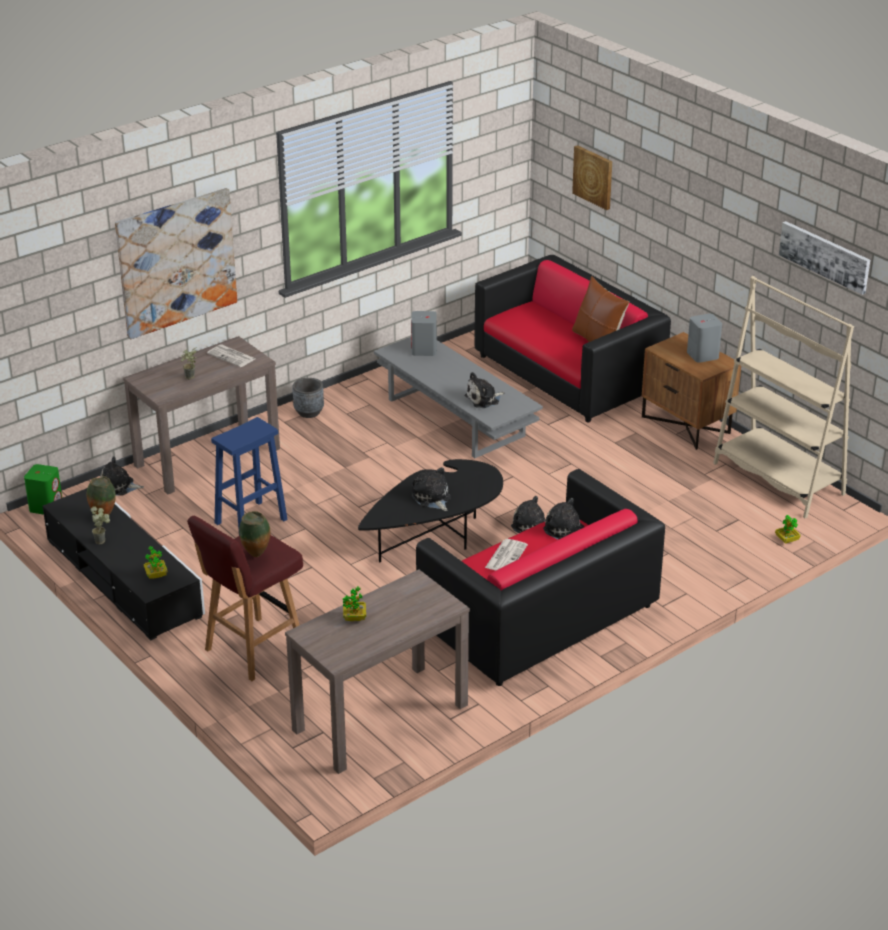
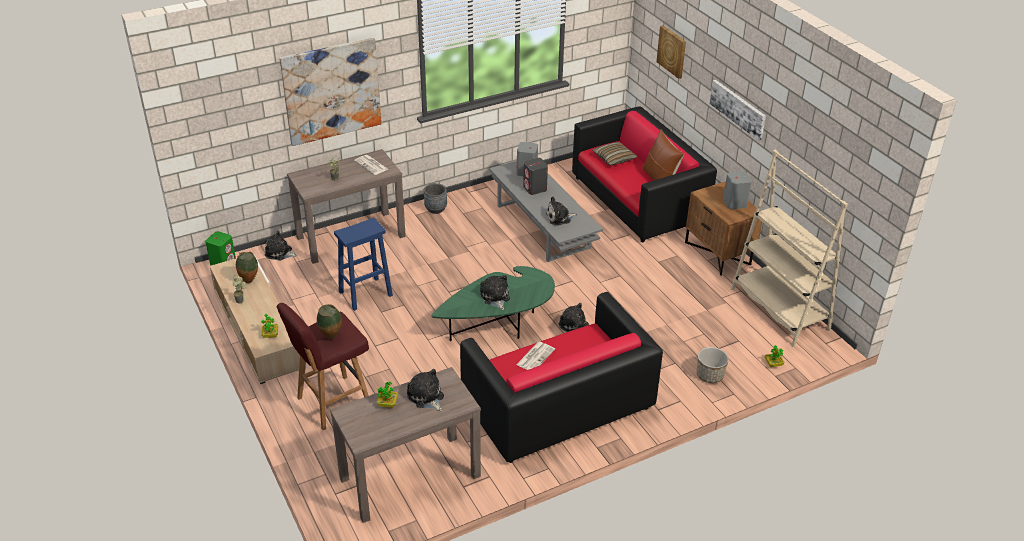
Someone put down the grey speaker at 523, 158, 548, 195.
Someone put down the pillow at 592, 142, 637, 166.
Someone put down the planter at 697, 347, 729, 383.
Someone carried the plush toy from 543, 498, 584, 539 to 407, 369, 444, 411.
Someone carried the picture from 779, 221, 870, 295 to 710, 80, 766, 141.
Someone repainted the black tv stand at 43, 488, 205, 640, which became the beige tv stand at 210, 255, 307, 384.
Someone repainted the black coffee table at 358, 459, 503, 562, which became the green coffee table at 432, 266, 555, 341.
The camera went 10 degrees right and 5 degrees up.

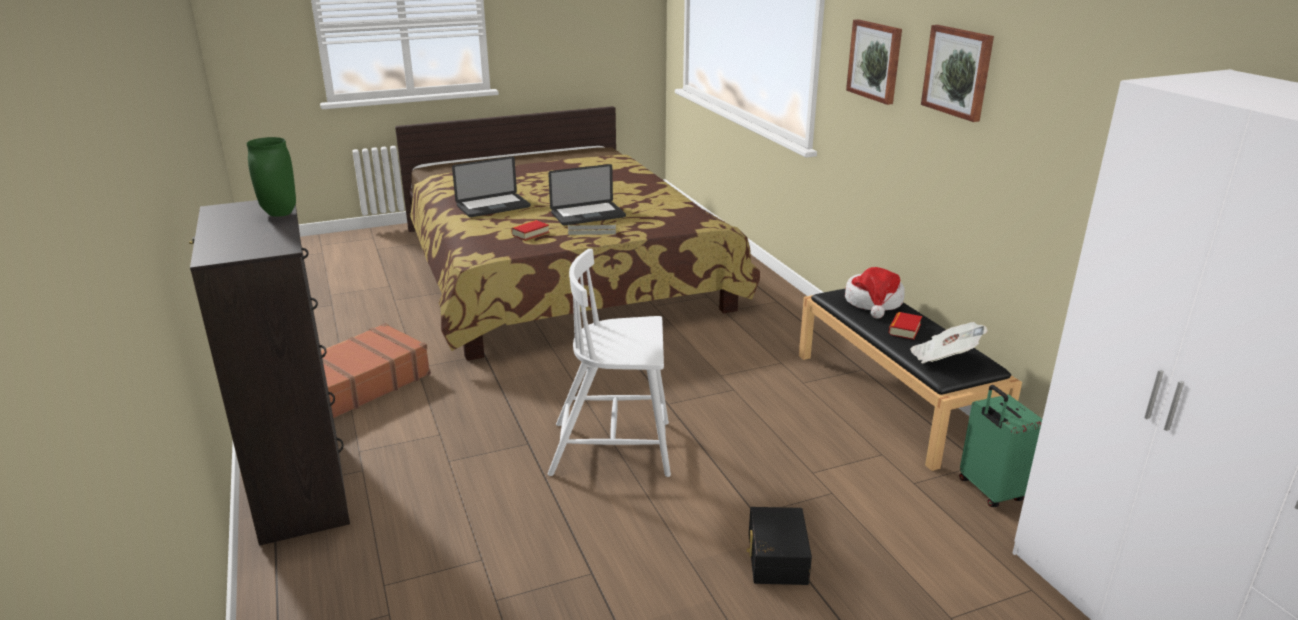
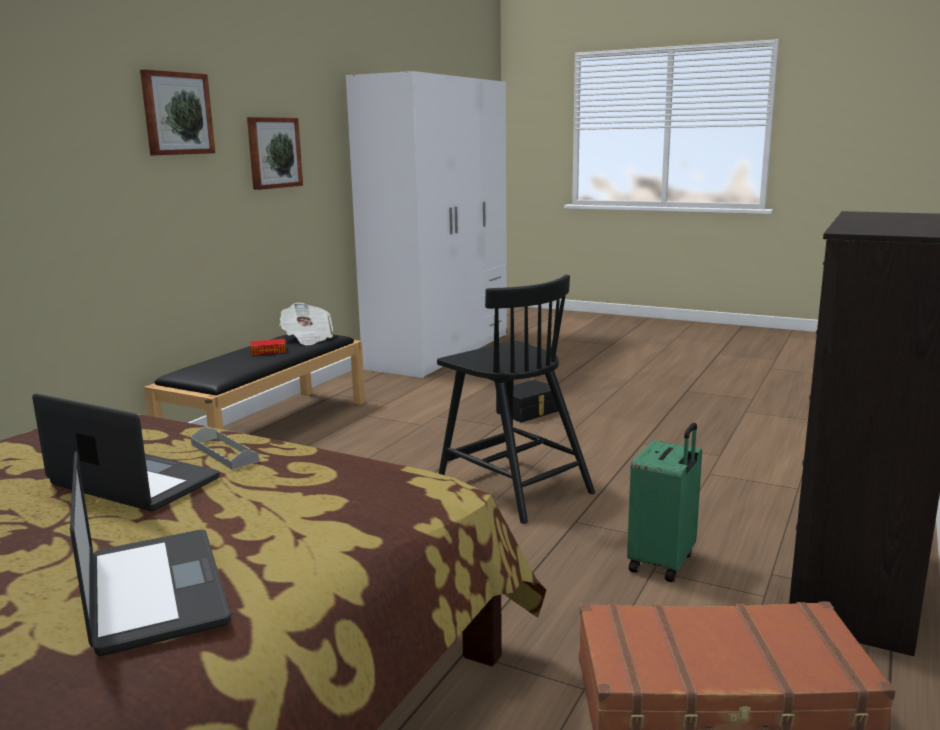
Someone took away the green vase at 246, 137, 296, 217.
Someone took away the book at 511, 220, 549, 241.
Someone took away the hat at 845, 267, 905, 319.
Someone carried the picture from 846, 19, 902, 105 to 247, 117, 303, 190.
Someone carried the green suitcase from 959, 385, 1042, 507 to 627, 423, 702, 582.
Someone repainted the white chair at 548, 249, 671, 477, which became the black chair at 437, 275, 595, 524.
Someone rotated the laptop at 452, 156, 531, 217 by 45 degrees clockwise.
The camera went 130 degrees left and 10 degrees down.

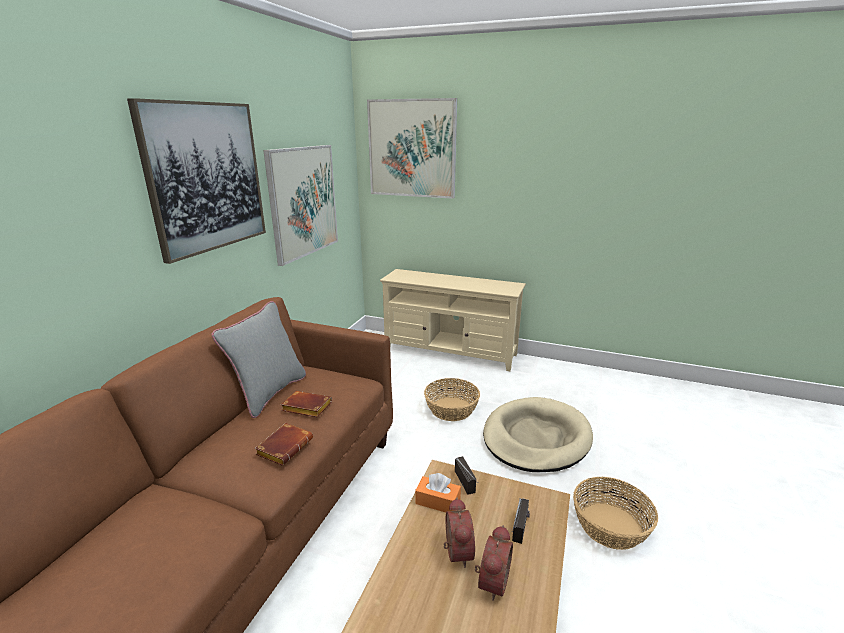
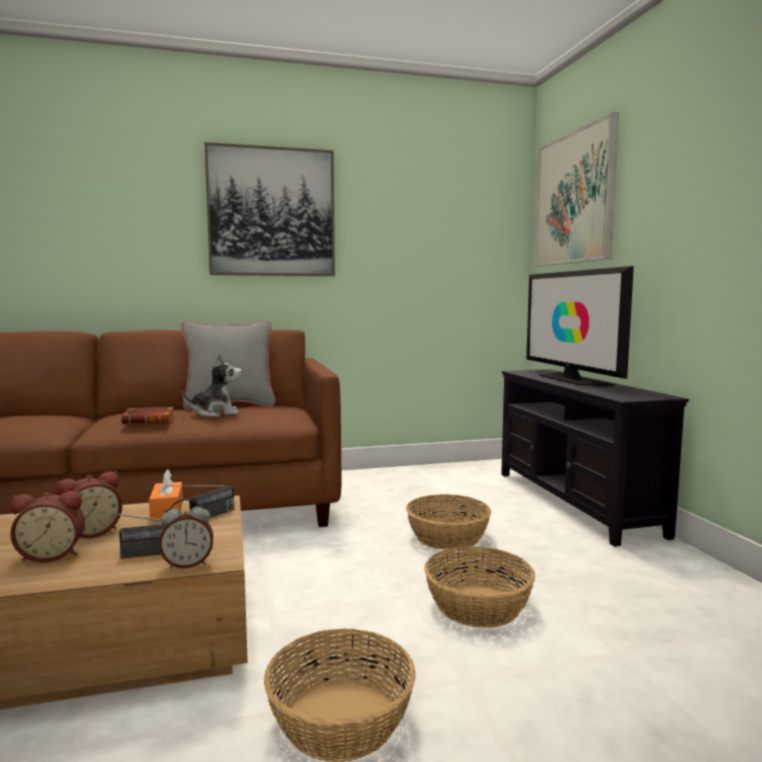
Someone took away the picture at 263, 145, 338, 266.
Someone put down the alarm clock at 159, 498, 213, 569.
Someone put down the television at 526, 266, 634, 386.
Someone swapped the brown book at 281, 391, 332, 417 for the plush toy at 182, 354, 242, 417.
Someone swapped the beige dog bed at 483, 397, 593, 472 for the basket at 424, 546, 535, 628.
Someone repainted the beige tv stand at 380, 269, 526, 371, which became the black tv stand at 502, 369, 689, 547.
The camera went 55 degrees right and 15 degrees down.

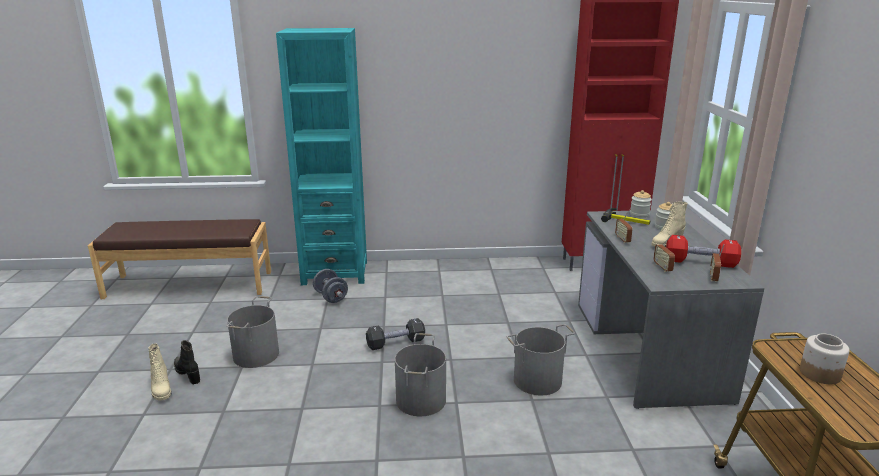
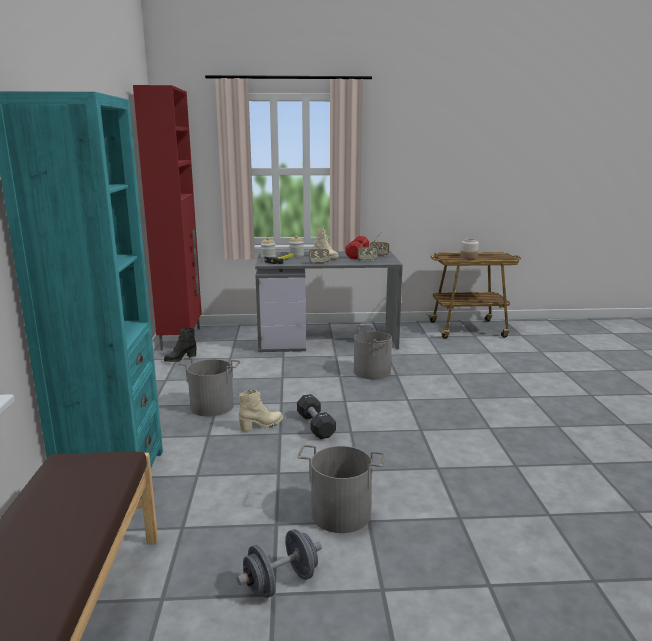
Someone carried the beige boot from 149, 343, 172, 401 to 239, 390, 283, 431.
Someone carried the black boot from 174, 340, 200, 384 to 164, 328, 197, 362.
Someone carried the grey dumbbell from 313, 269, 348, 303 to 237, 529, 322, 598.
Someone carried the grey bucket from 395, 333, 446, 416 to 177, 358, 240, 416.
The camera went 90 degrees left and 5 degrees down.

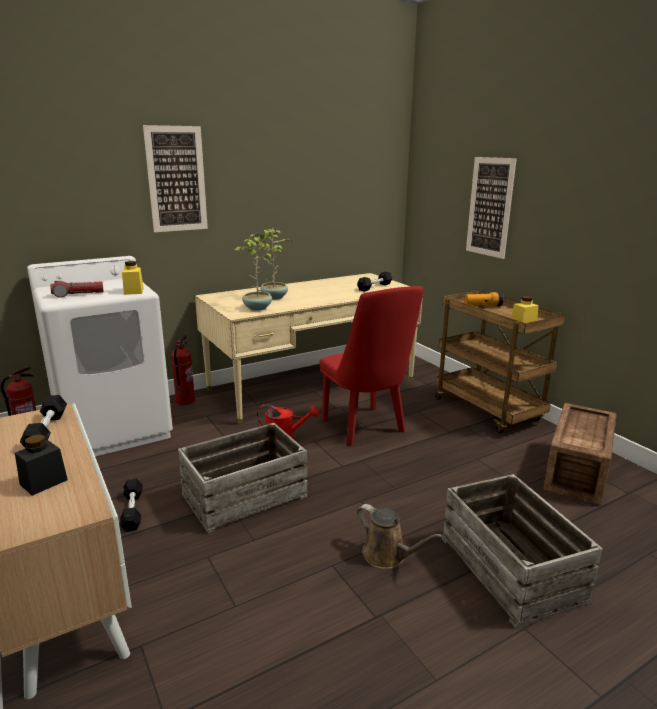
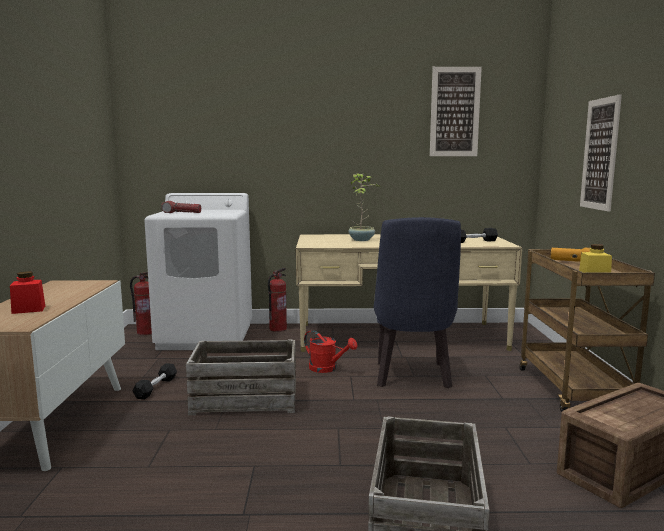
Someone took away the black dumbbell at 20, 395, 67, 447.
Someone took away the yellow jar at 122, 261, 144, 295.
Someone took away the potted plant at 233, 234, 272, 311.
Someone took away the brown watering can at 357, 504, 443, 569.
Someone carried the picture from 143, 125, 208, 232 to 430, 67, 482, 156.
Someone repainted the black jar at 15, 434, 68, 496, which became the red jar at 10, 271, 45, 314.
Someone repainted the red chair at 319, 286, 423, 446, which became the blue chair at 374, 217, 461, 388.
The camera went 30 degrees right and 10 degrees down.

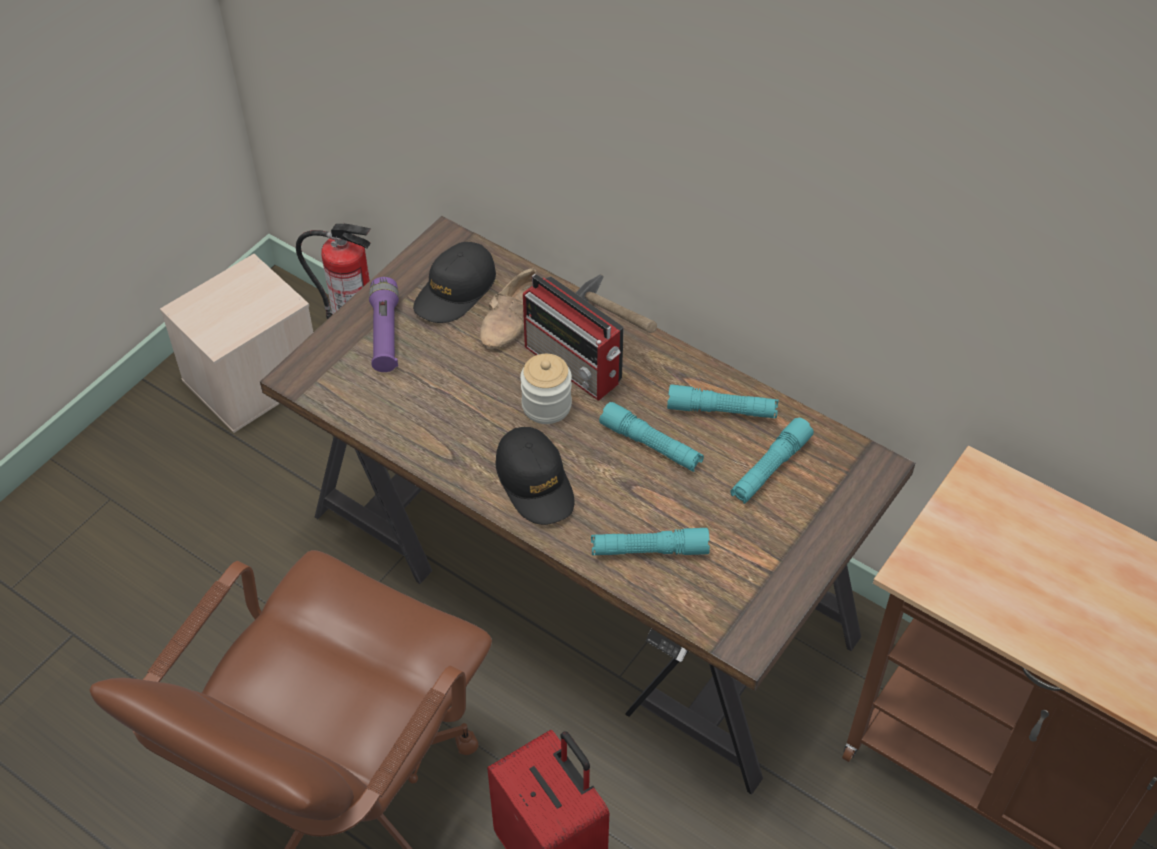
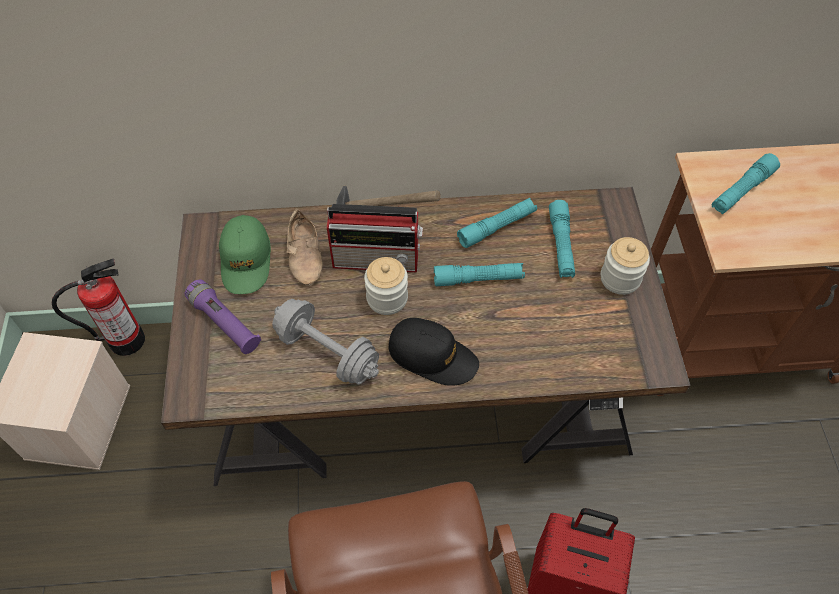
Someone put down the grey dumbbell at 272, 299, 379, 384.
Someone put down the jar at 601, 237, 650, 295.
Someone carried the turquoise flashlight from 591, 528, 710, 555 to 712, 153, 780, 214.
Someone repainted the black cap at 413, 242, 496, 323, which became the green cap at 219, 215, 271, 294.
The camera went 40 degrees left and 5 degrees up.

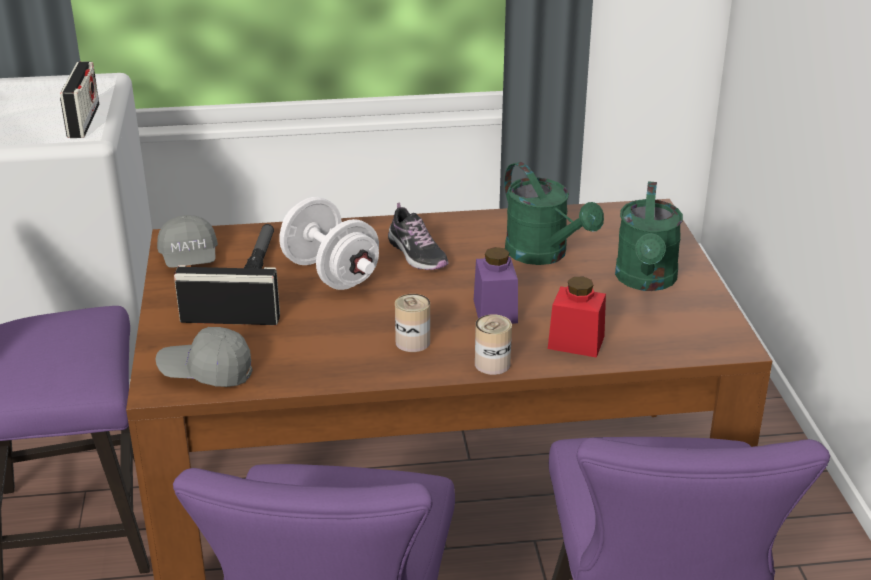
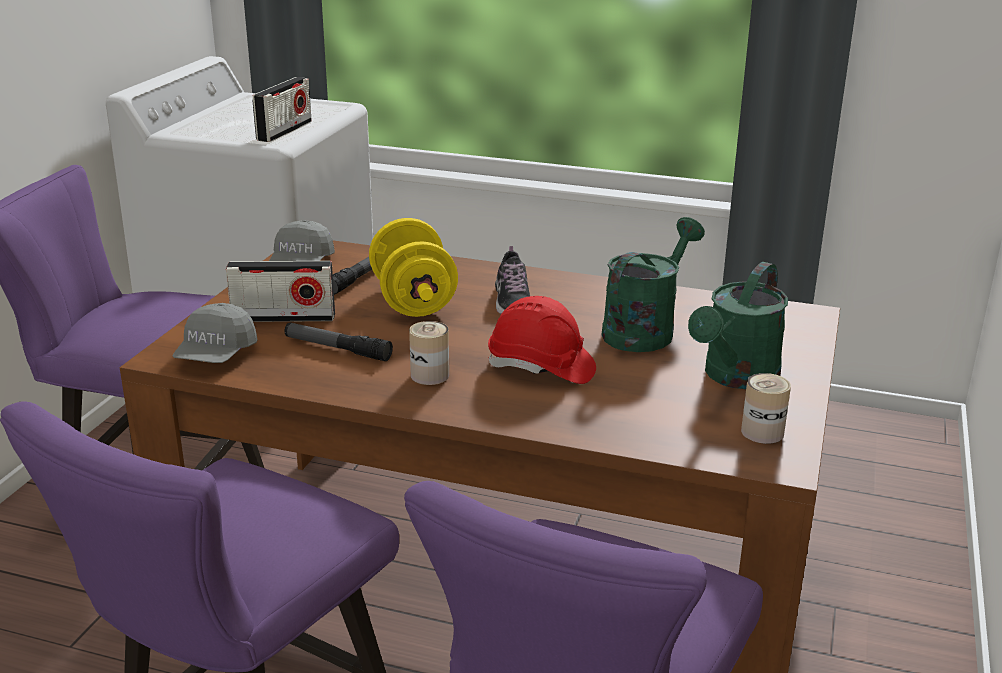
Someone took away the red jar at 548, 277, 606, 358.
Someone put down the flashlight at 285, 323, 393, 361.
Someone carried the can from 475, 314, 512, 375 to 741, 373, 791, 444.
Someone swapped the purple jar at 474, 247, 518, 324 for the red hard hat at 487, 296, 596, 384.
Someone repainted the white dumbbell at 280, 197, 379, 290, which became the yellow dumbbell at 369, 218, 458, 317.
Someone rotated the grey cap at 155, 327, 252, 387 by 105 degrees counterclockwise.
Someone rotated the radio at 174, 265, 280, 325 by 150 degrees clockwise.
Someone rotated the green watering can at 504, 162, 604, 265 by 135 degrees counterclockwise.
The camera went 25 degrees right and 5 degrees down.

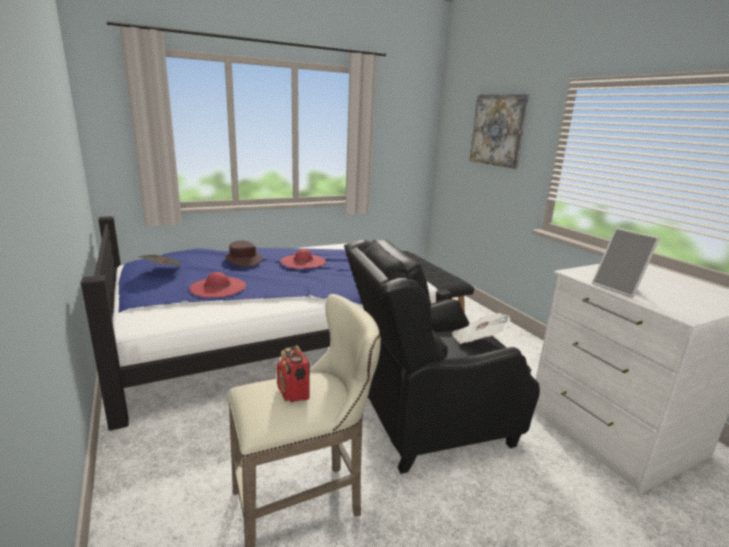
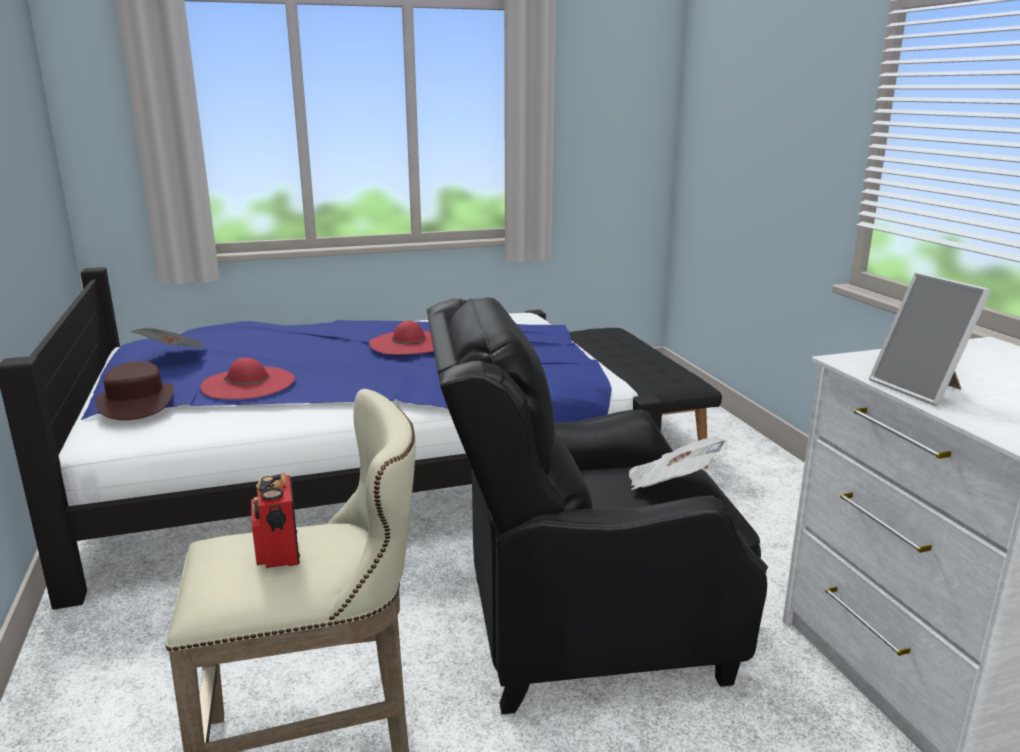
Someone took away the picture at 469, 94, 529, 169.
Someone carried the brown hat from 225, 241, 262, 267 to 96, 361, 173, 420.
The camera went 10 degrees right and 0 degrees up.

